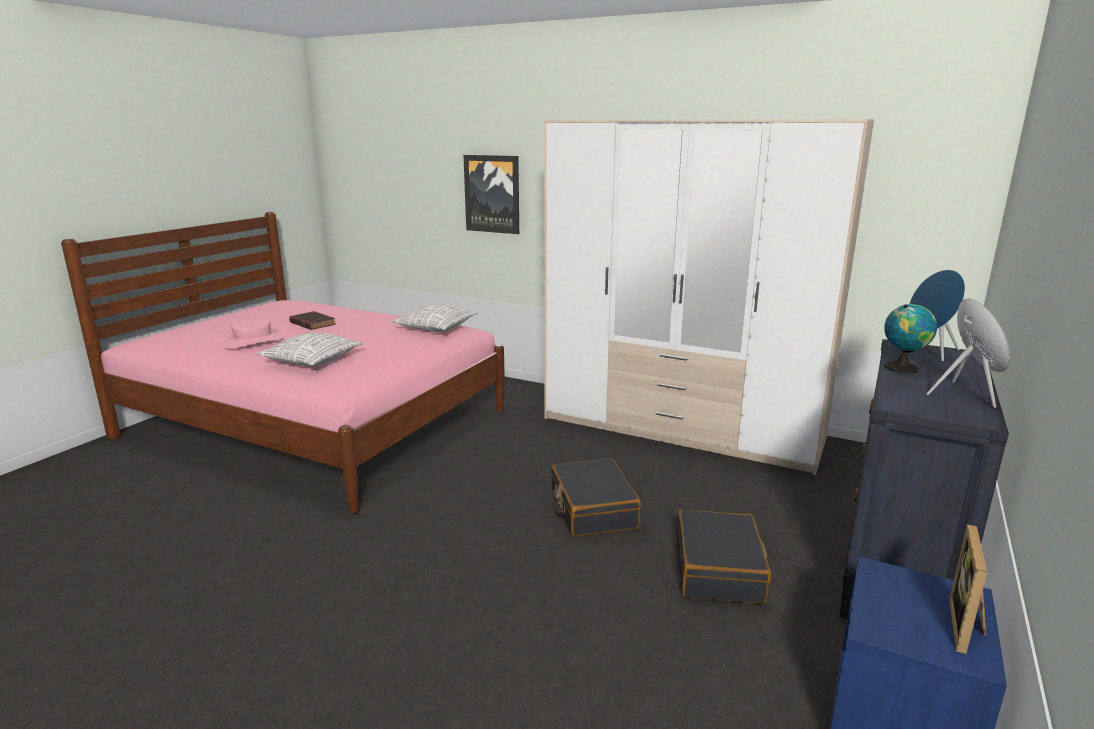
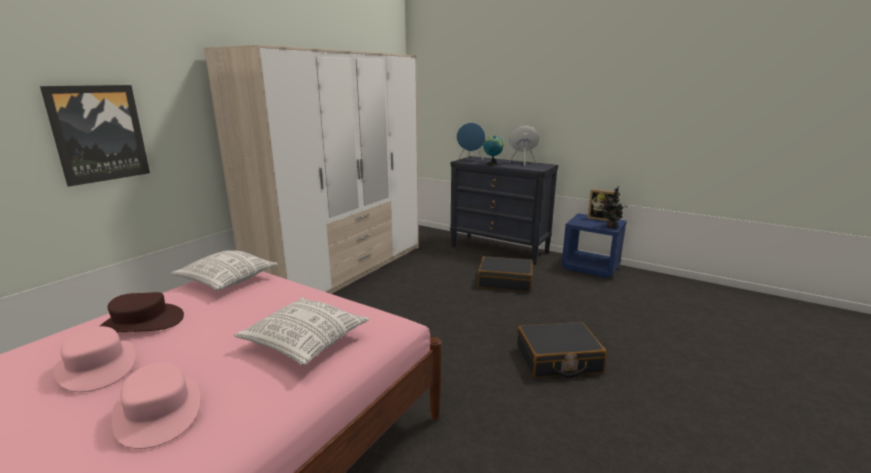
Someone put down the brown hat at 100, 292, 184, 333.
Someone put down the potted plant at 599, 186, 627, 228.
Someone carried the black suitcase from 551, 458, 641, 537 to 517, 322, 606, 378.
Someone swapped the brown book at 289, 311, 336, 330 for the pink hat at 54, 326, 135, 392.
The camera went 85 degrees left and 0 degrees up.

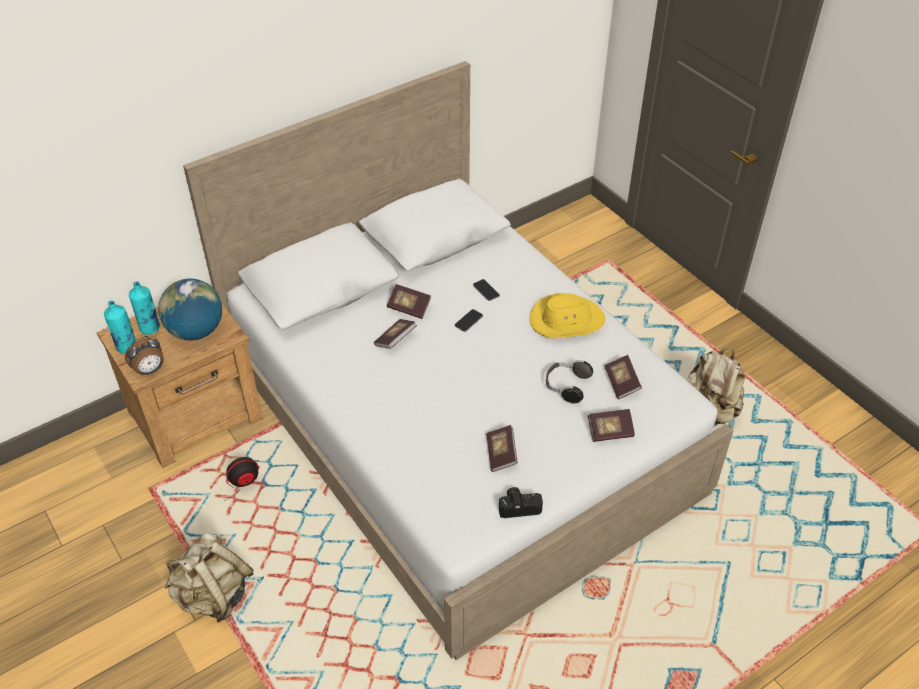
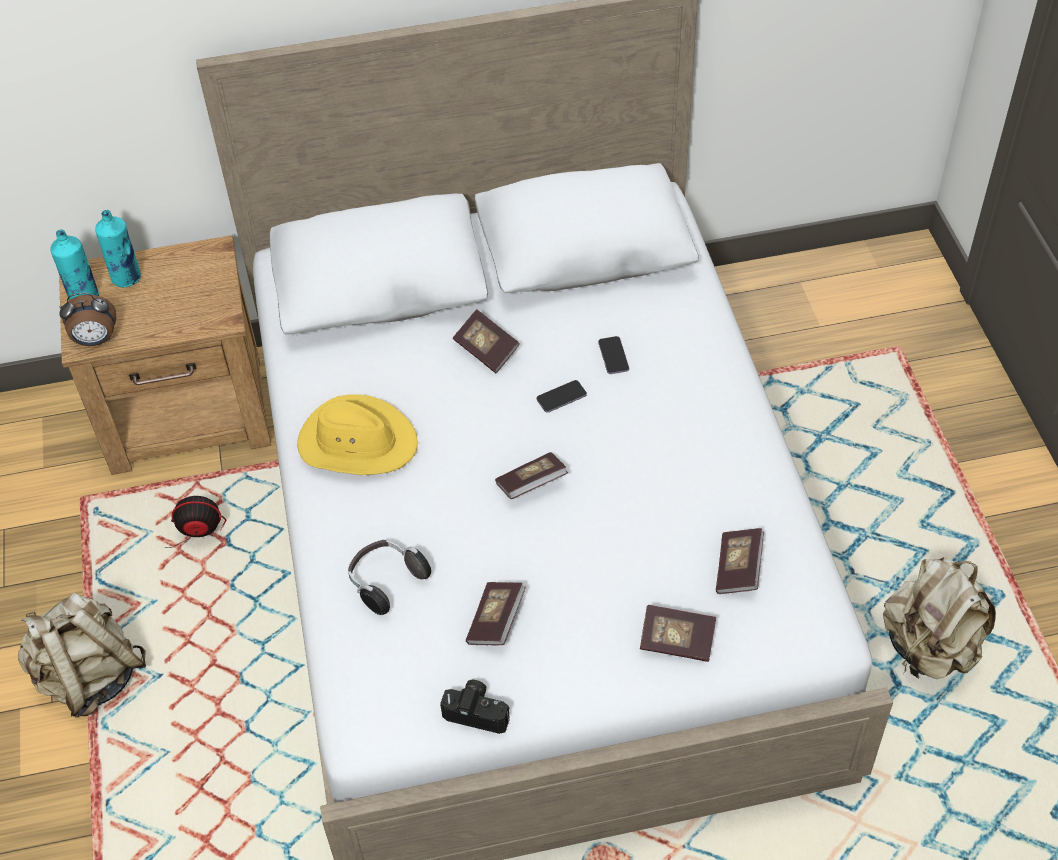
Someone took away the globe at 158, 278, 222, 341.
Someone carried the book from 374, 319, 417, 349 to 495, 452, 568, 499.
Someone carried the yellow hat from 530, 293, 605, 338 to 297, 394, 418, 475.
Someone carried the headphones from 546, 360, 593, 404 to 348, 540, 431, 615.
The camera went 25 degrees right and 5 degrees up.

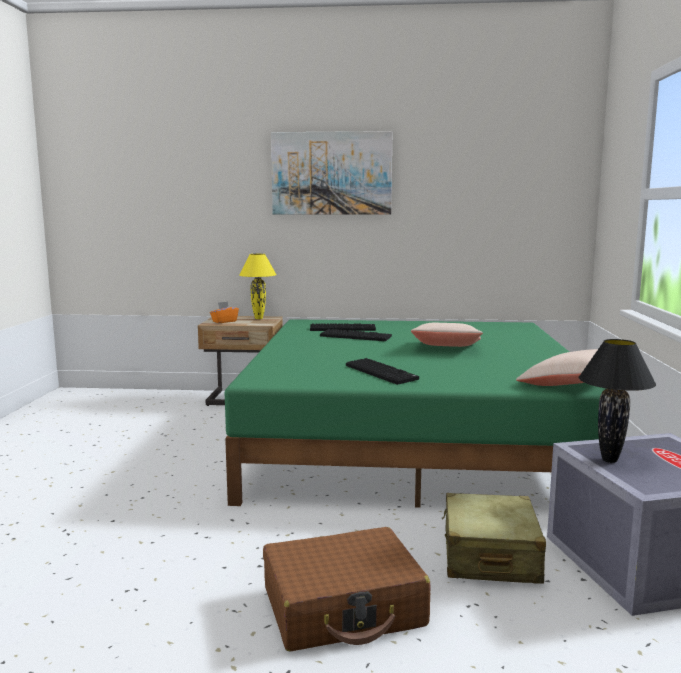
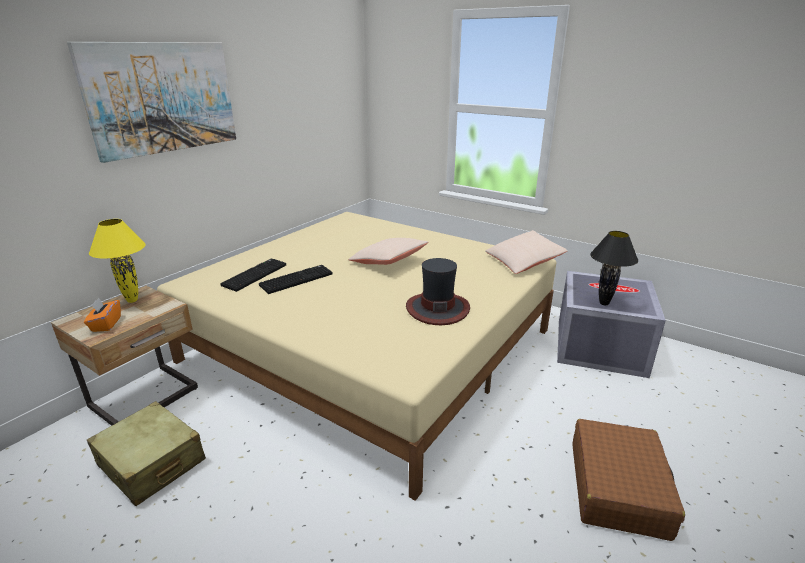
Someone carried the beige suitcase from 442, 493, 546, 584 to 87, 401, 206, 506.
Someone swapped the keyboard at 346, 358, 419, 385 for the hat at 406, 258, 470, 325.
Someone repainted the green bed at 225, 319, 606, 508, which became the beige bed at 157, 212, 556, 501.
The camera went 60 degrees left and 15 degrees up.

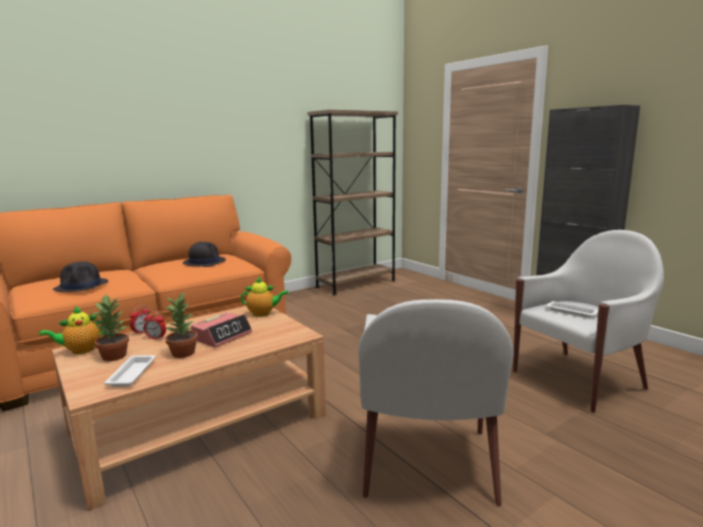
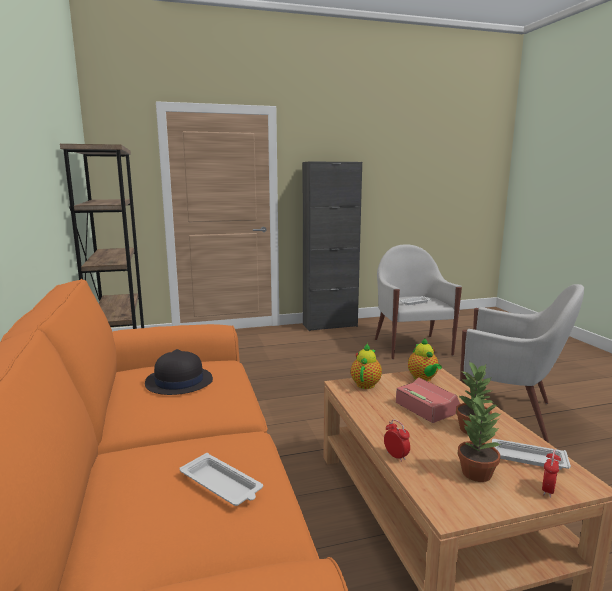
Someone carried the teapot from 39, 306, 104, 354 to 408, 338, 442, 381.
Someone carried the alarm clock from 144, 311, 166, 340 to 542, 450, 561, 498.
Someone swapped the black hat at 53, 262, 108, 292 for the white tray at 180, 453, 263, 506.
The camera went 70 degrees left and 0 degrees up.

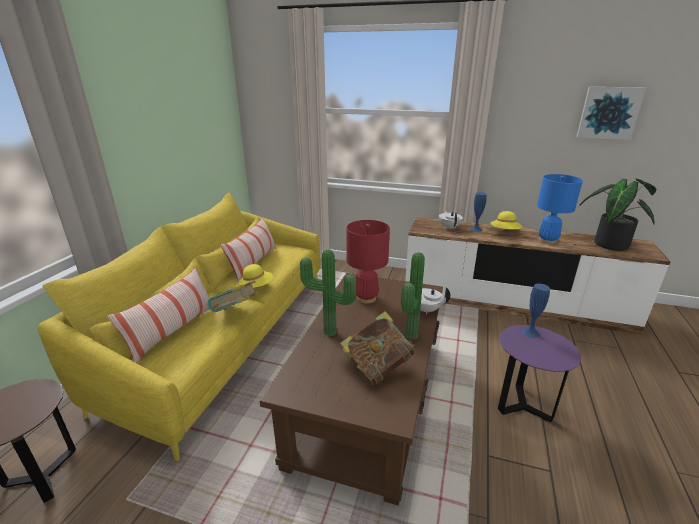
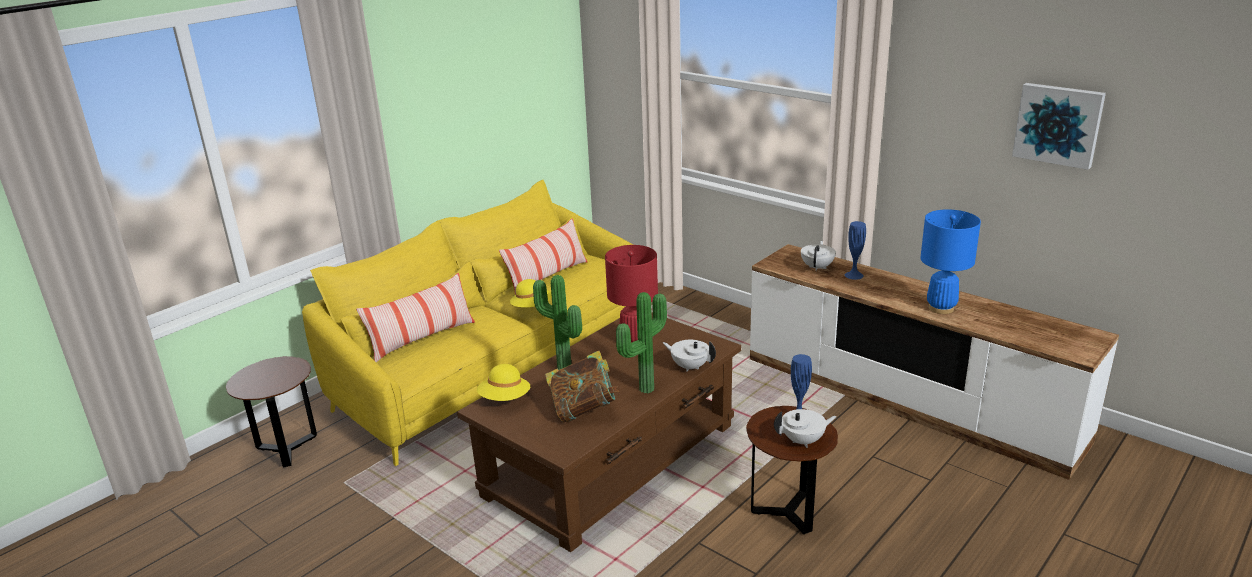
Someone took away the book at 208, 280, 260, 312.
Someone took away the potted plant at 579, 179, 656, 251.
Someone put down the white teapot at 774, 409, 837, 448.
Someone carried the yellow hat from 490, 211, 522, 229 to 477, 364, 530, 401.
Someone repainted the purple side table at 498, 325, 581, 422, which became the brown side table at 746, 406, 838, 534.
The camera went 25 degrees right and 0 degrees up.

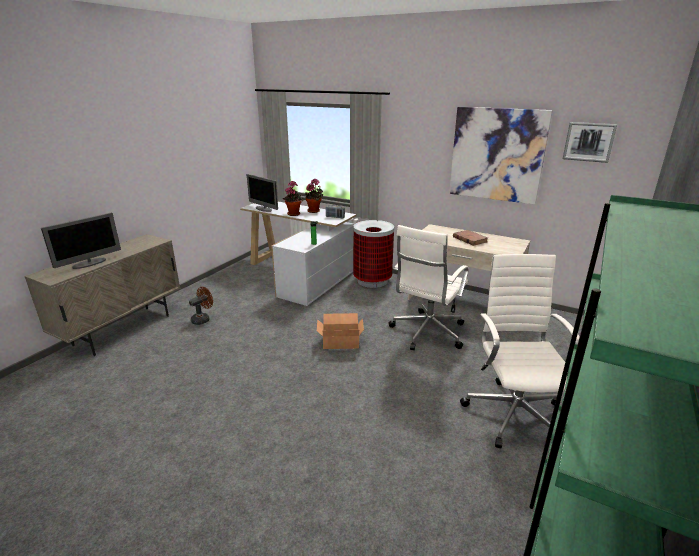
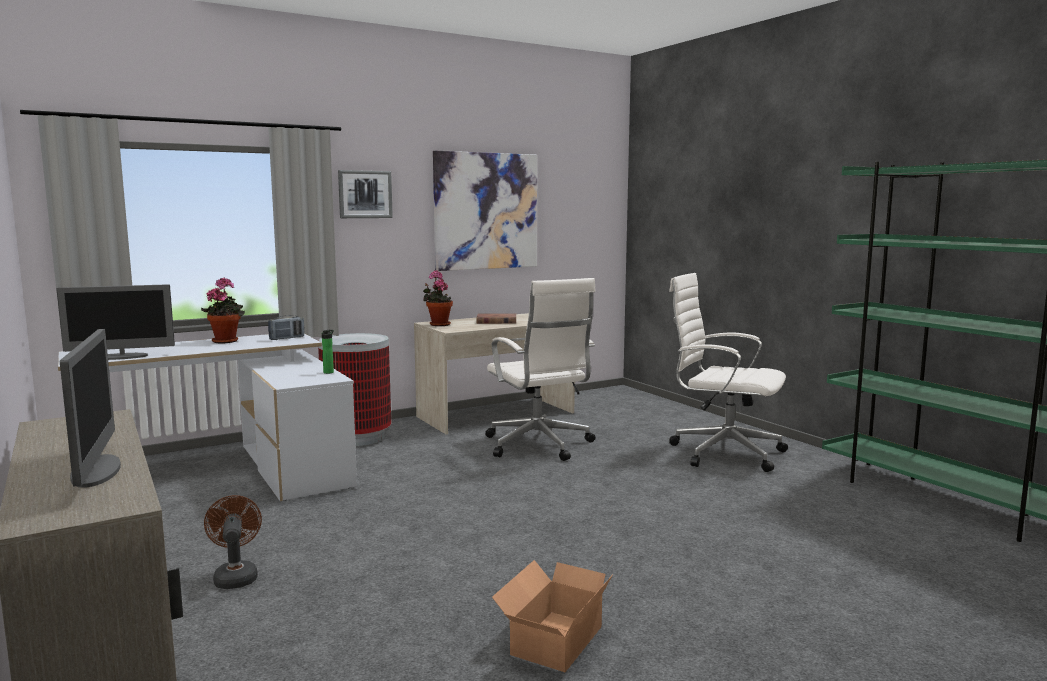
Someone carried the potted plant from 283, 181, 304, 216 to 423, 270, 453, 326.
Someone carried the cardboard box from 317, 313, 364, 349 to 492, 560, 613, 672.
Someone carried the picture from 563, 122, 617, 163 to 338, 170, 393, 218.
The camera went 60 degrees left and 15 degrees down.

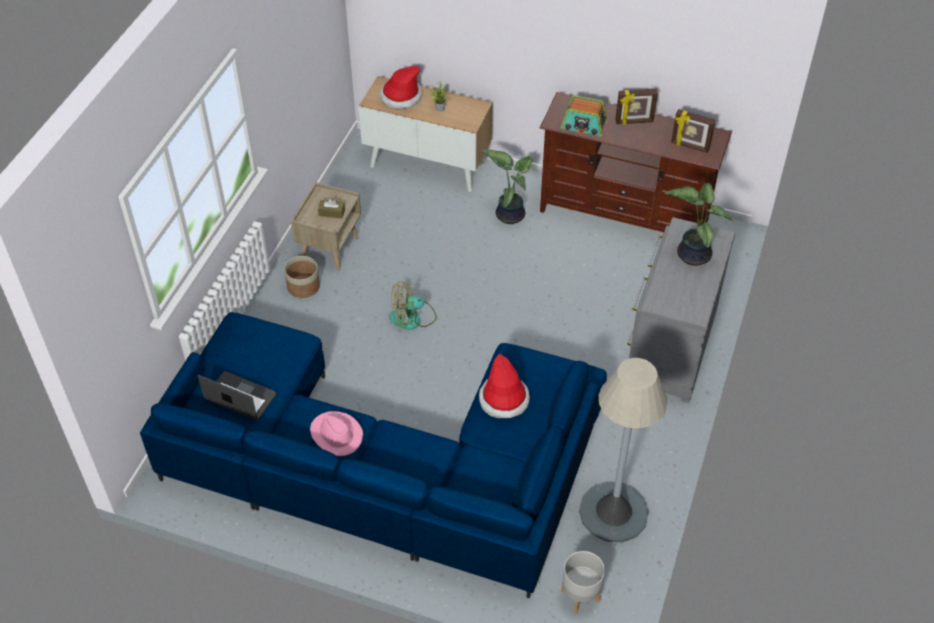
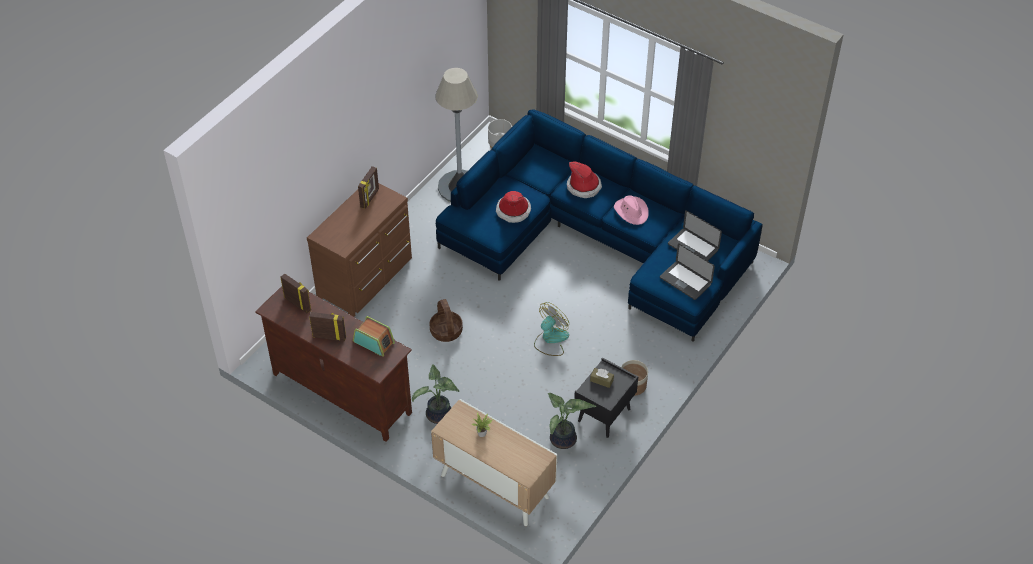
Someone put down the picture frame at 358, 166, 379, 209.
Someone put down the basket at 429, 299, 463, 342.
Someone put down the laptop at 660, 243, 715, 300.
Someone carried the hat from 379, 66, 423, 110 to 567, 161, 602, 198.
Someone carried the potted plant from 665, 183, 733, 266 to 548, 393, 596, 449.
Someone repainted the beige nightstand at 291, 182, 361, 271, which became the black nightstand at 574, 358, 638, 438.
Someone repainted the grey dresser at 627, 217, 736, 403, which became the brown dresser at 307, 183, 412, 317.
Someone rotated the fan at 389, 281, 437, 330 by 45 degrees counterclockwise.
The camera went 165 degrees left and 0 degrees up.

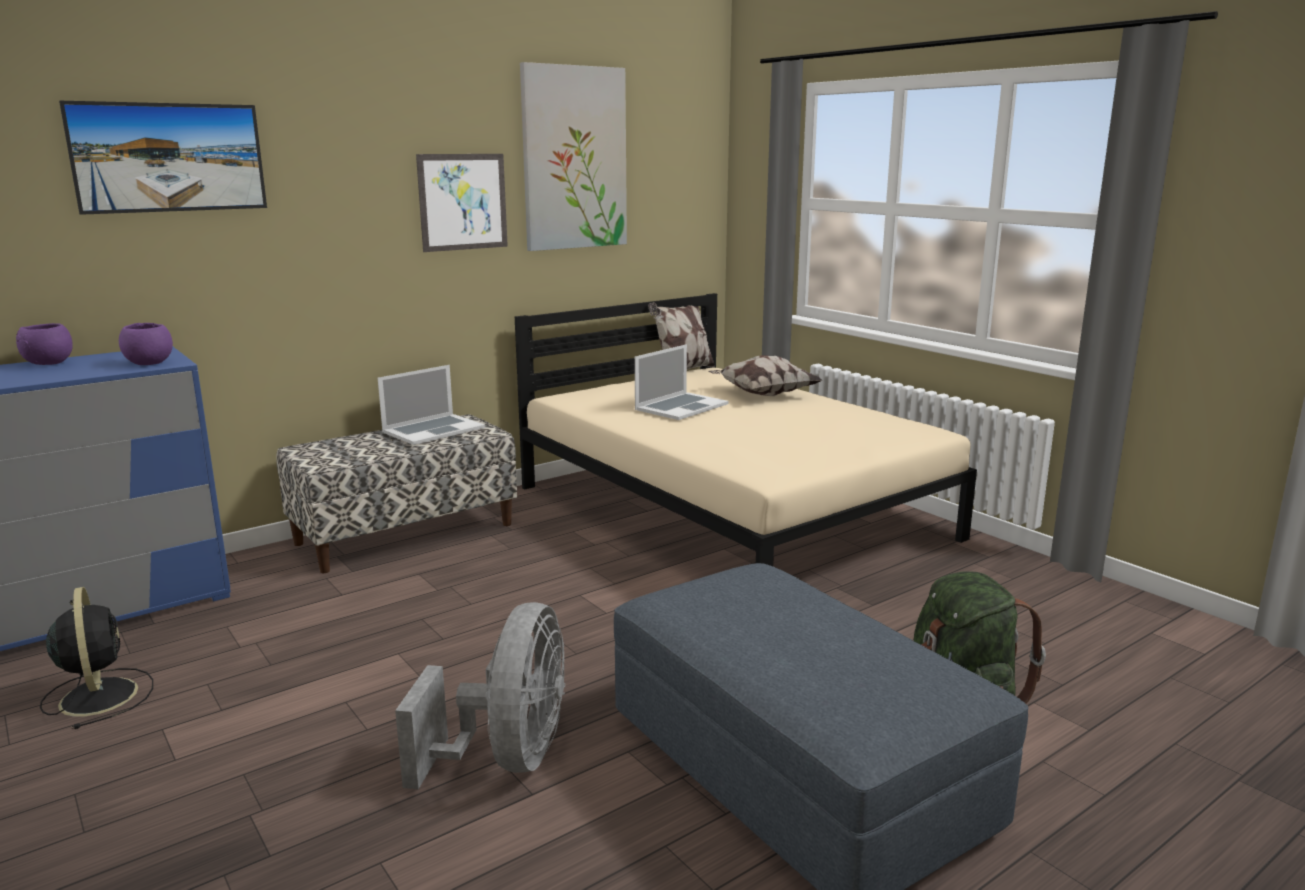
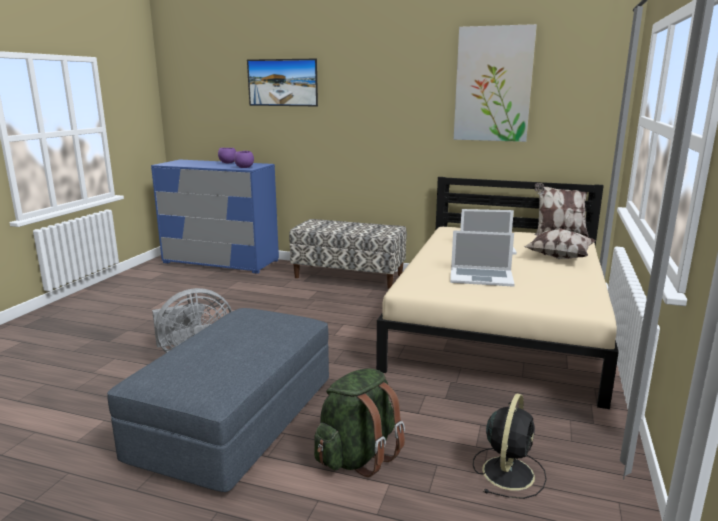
Someone took away the picture at 416, 154, 508, 252.
Someone carried the black fan from 40, 587, 153, 729 to 473, 393, 546, 499.
Someone carried the laptop from 378, 365, 485, 445 to 450, 230, 515, 287.
The camera went 55 degrees right and 0 degrees up.

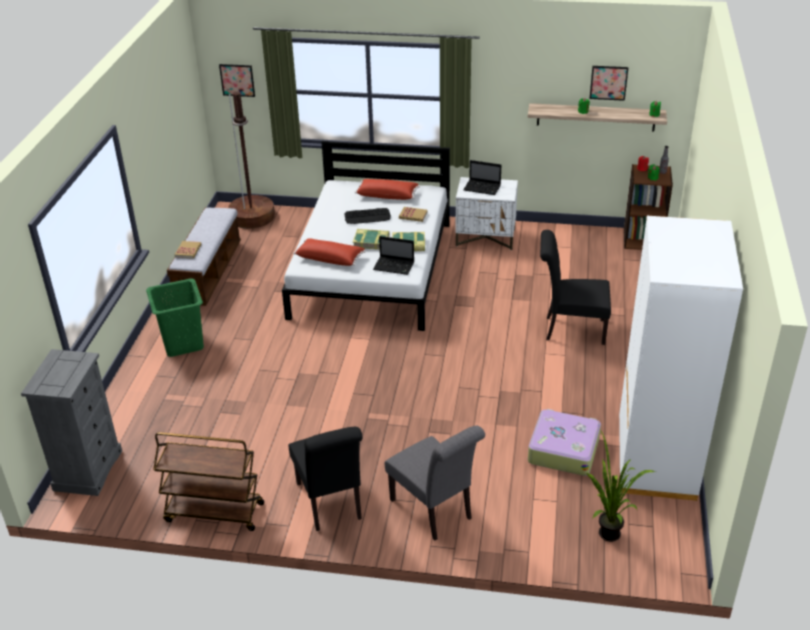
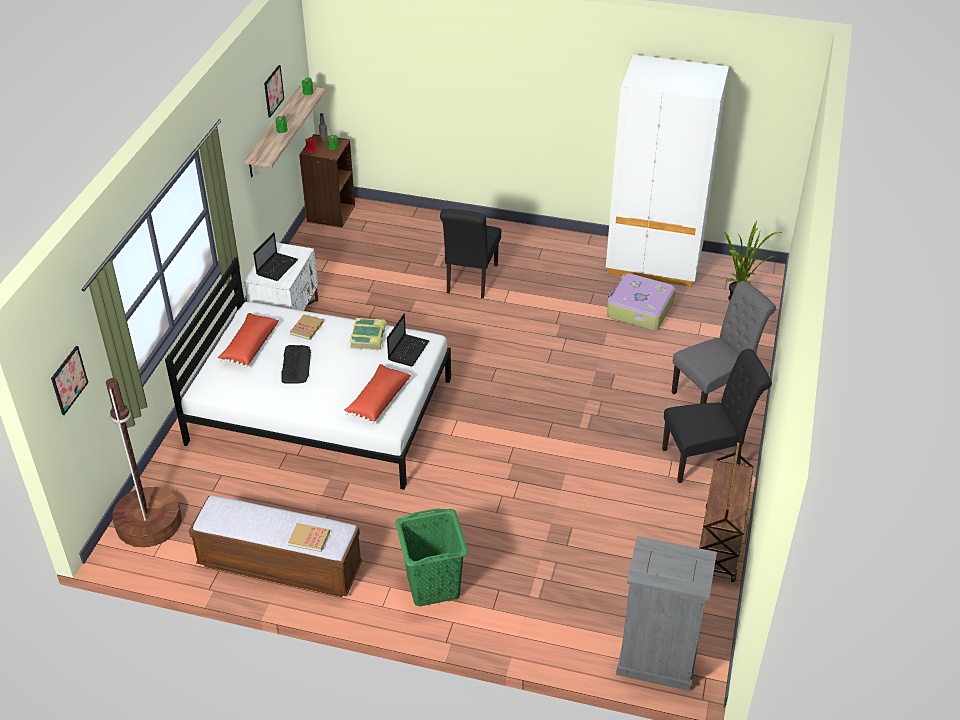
Someone took away the book at 353, 229, 389, 250.
The camera went 85 degrees left and 5 degrees up.

